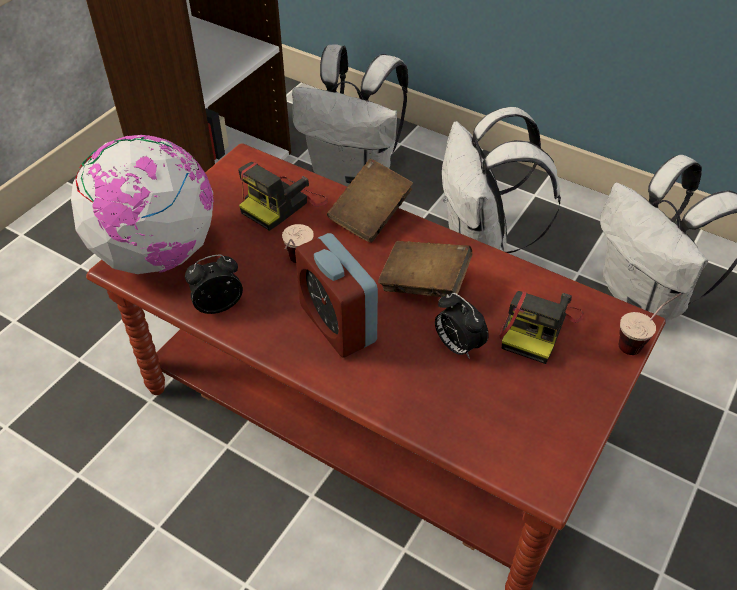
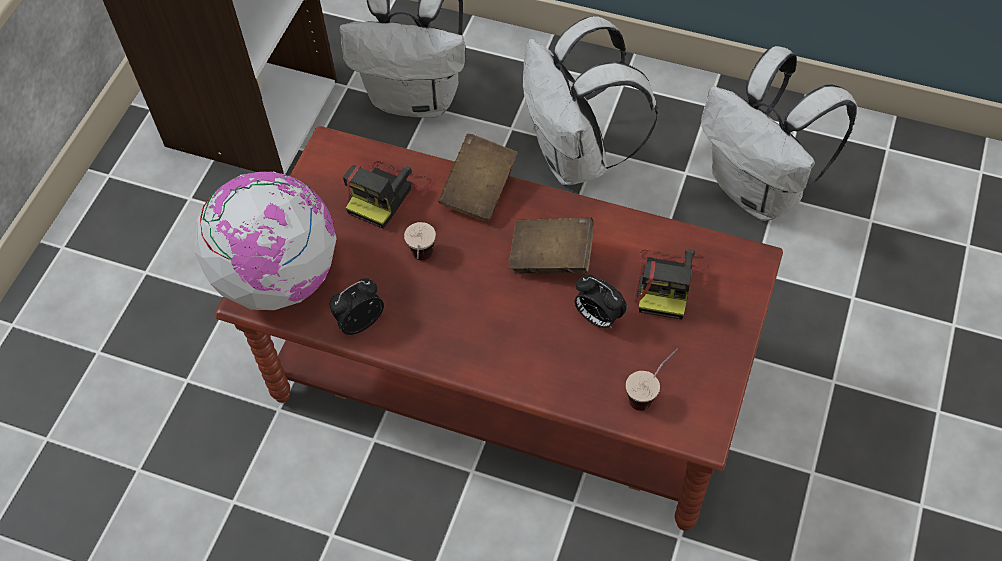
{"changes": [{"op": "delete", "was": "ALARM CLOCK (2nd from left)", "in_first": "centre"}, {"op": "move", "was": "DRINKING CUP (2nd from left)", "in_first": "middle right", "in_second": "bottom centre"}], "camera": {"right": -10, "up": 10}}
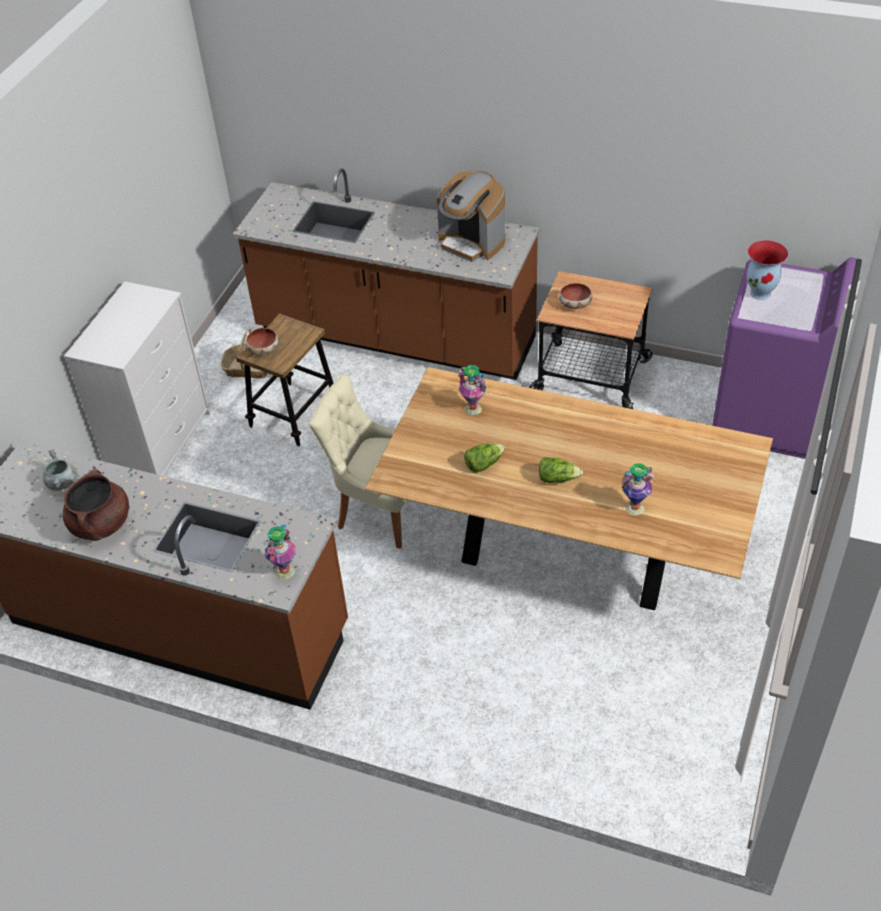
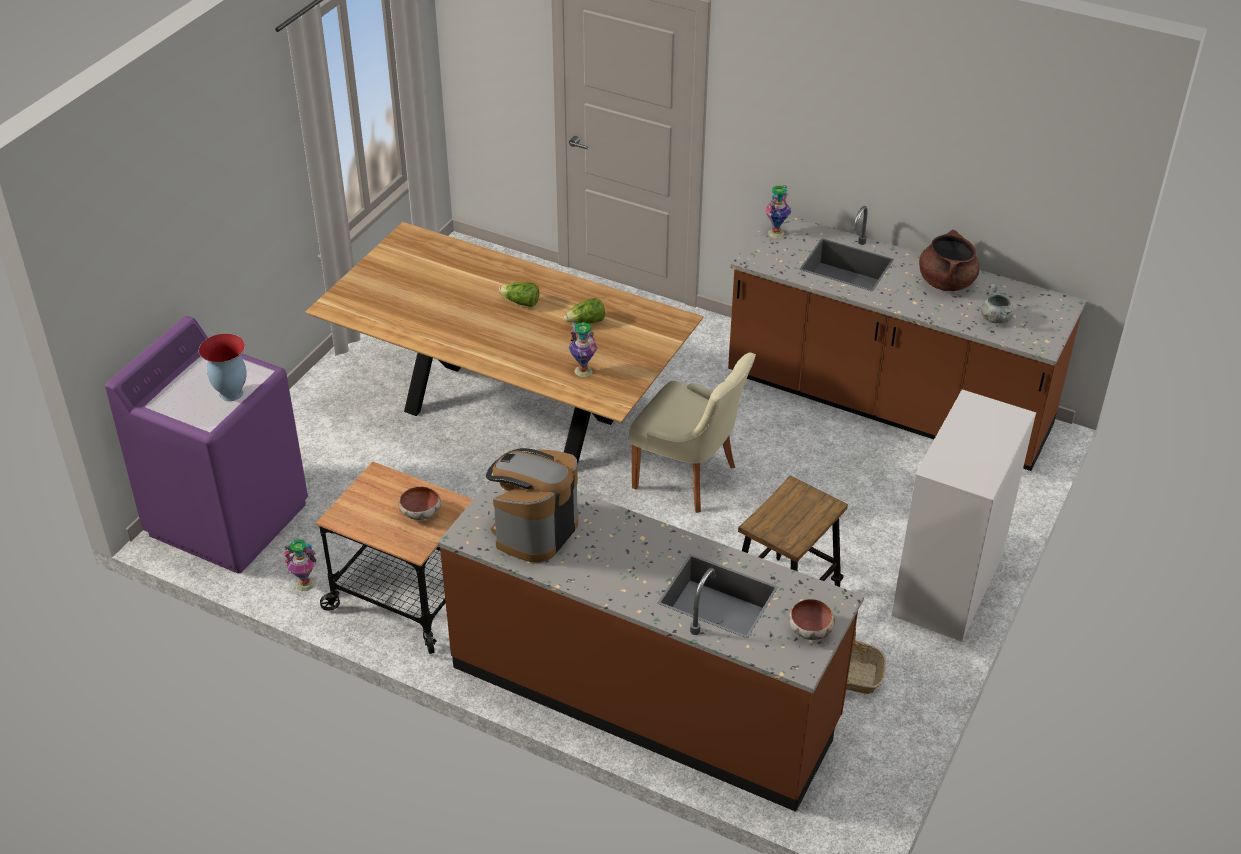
{"changes": [{"op": "move", "was": "SERVING BOWL (1st from left in the first image)", "now": "SERVING BOWL (2nd from left)", "in_first": "middle left", "in_second": "bottom centre"}, {"op": "rotate", "was": "COFFEE BREWER", "in_first": "top centre", "in_second": "centre", "clockwise": -105}, {"op": "move", "was": "DECORATIVE VASE (3rd from left in the first image)", "now": "DECORATIVE VASE (2nd from left)", "in_first": "middle right", "in_second": "middle left"}], "camera": {"right": -175, "up": -5}}
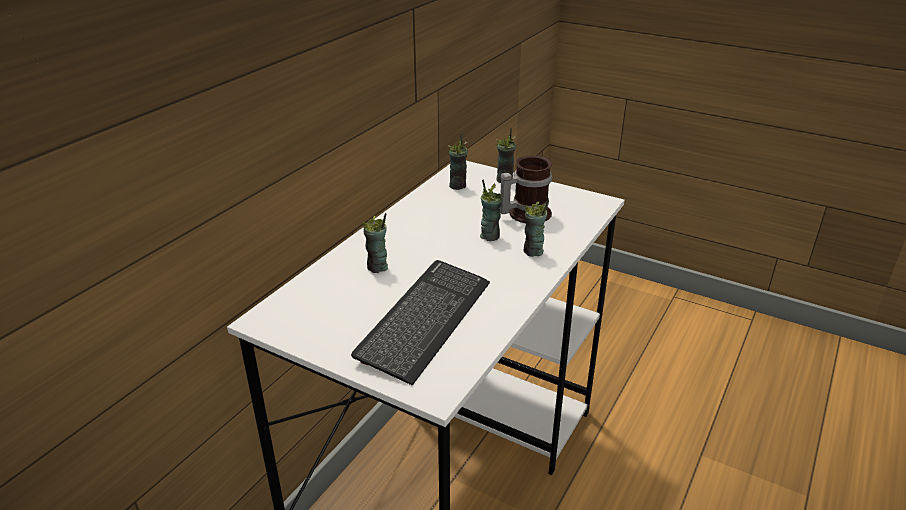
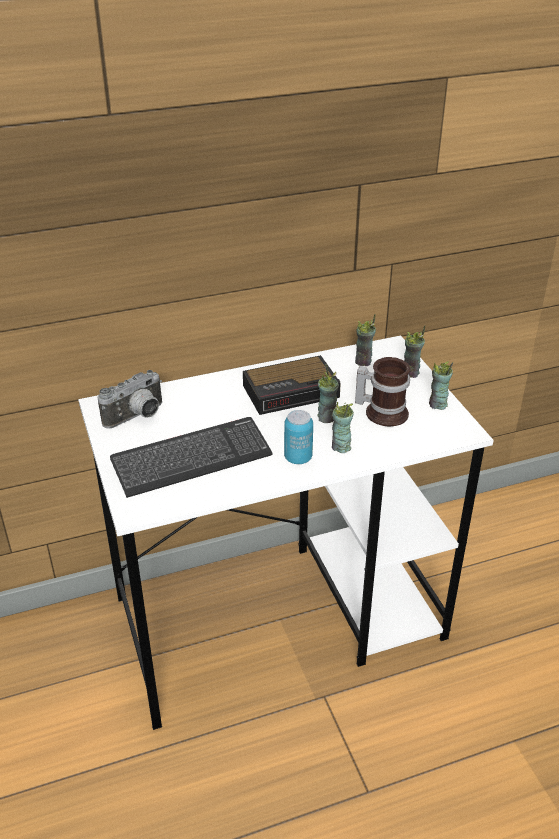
{"changes": [{"op": "move", "was": "DRINKING CUP (1st from left in the first image)", "now": "DRINKING CUP (5th from left)", "in_first": "centre", "in_second": "middle right"}, {"op": "insert", "now": "STILL CAMERA", "in_second": "middle left"}, {"op": "insert", "now": "ALARM CLOCK", "in_second": "centre"}, {"op": "insert", "now": "CAN", "in_second": "centre"}], "camera": {"right": 40, "up": 5}}
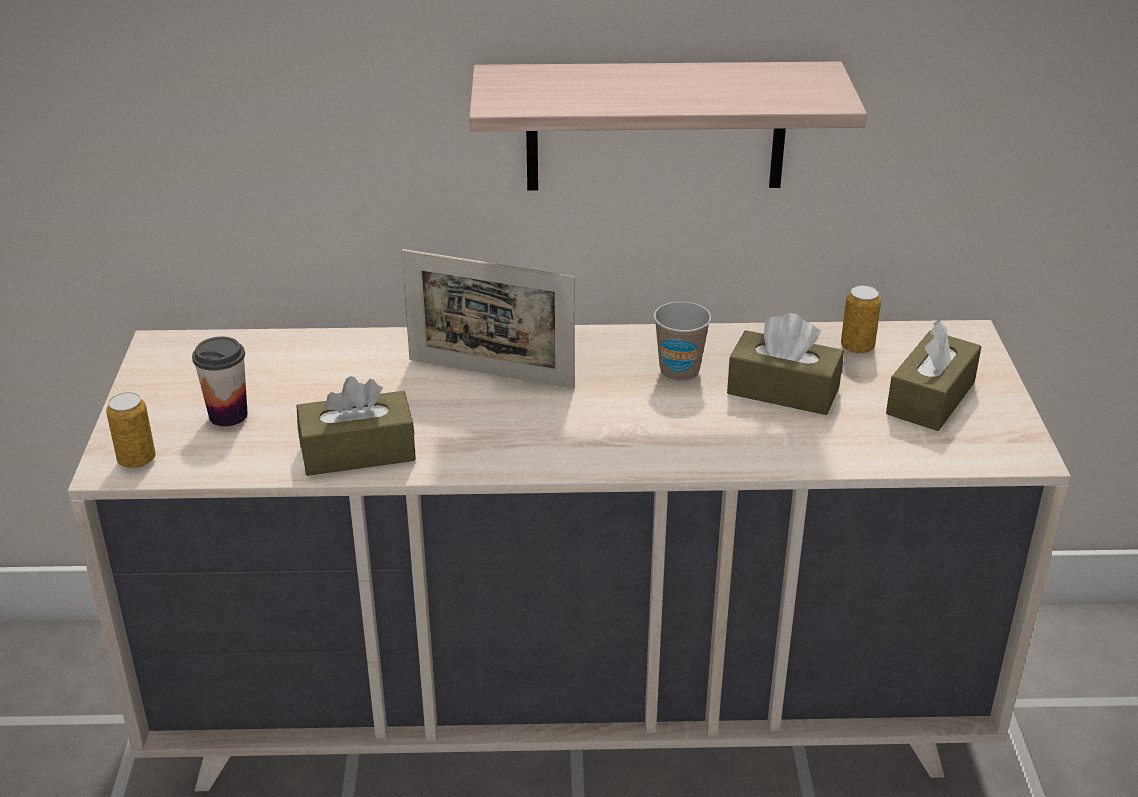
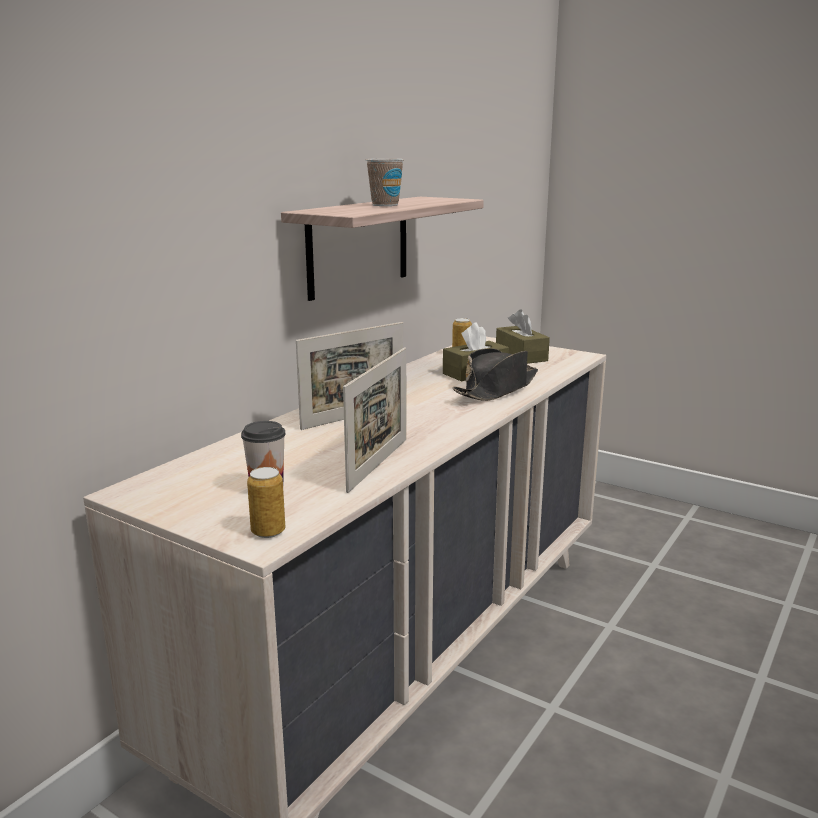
{"changes": [{"op": "replace", "was": "BROWN-COLOURED TISSUE HOLDER (1st from left)", "now": "PHOTO FRAME (2nd from left)", "in_first": "middle left", "in_second": "centre"}, {"op": "move", "was": "DRINKING CUP (2nd from left)", "in_first": "centre", "in_second": "top centre"}, {"op": "insert", "now": "BLACKISH WEARABLE HAT", "in_second": "centre"}], "camera": {"right": -55, "up": -15}}
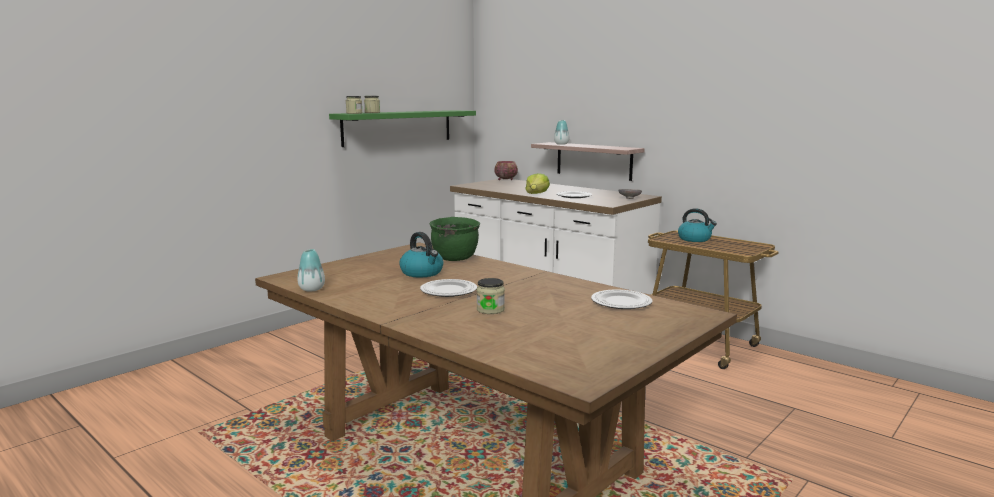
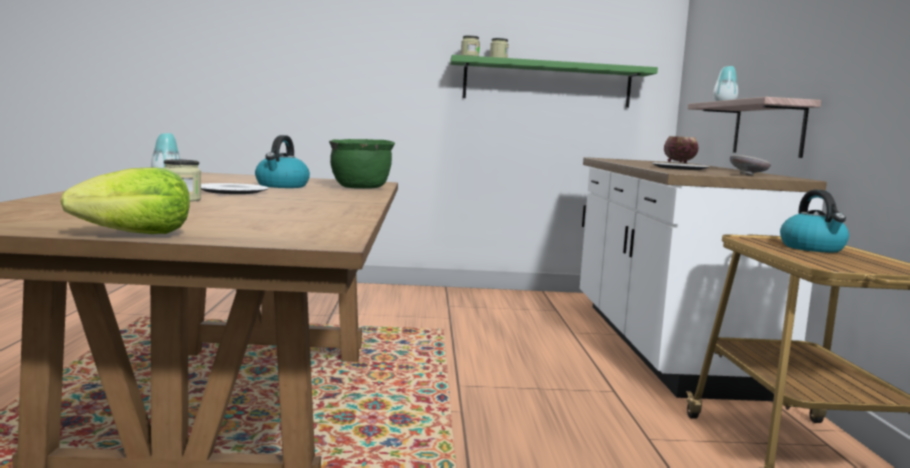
{"changes": [{"op": "move", "was": "LETTUCE", "in_first": "centre", "in_second": "middle left"}, {"op": "delete", "was": "DINNER PLATE (3rd from left)", "in_first": "centre"}], "camera": {"right": 45, "up": -5}}
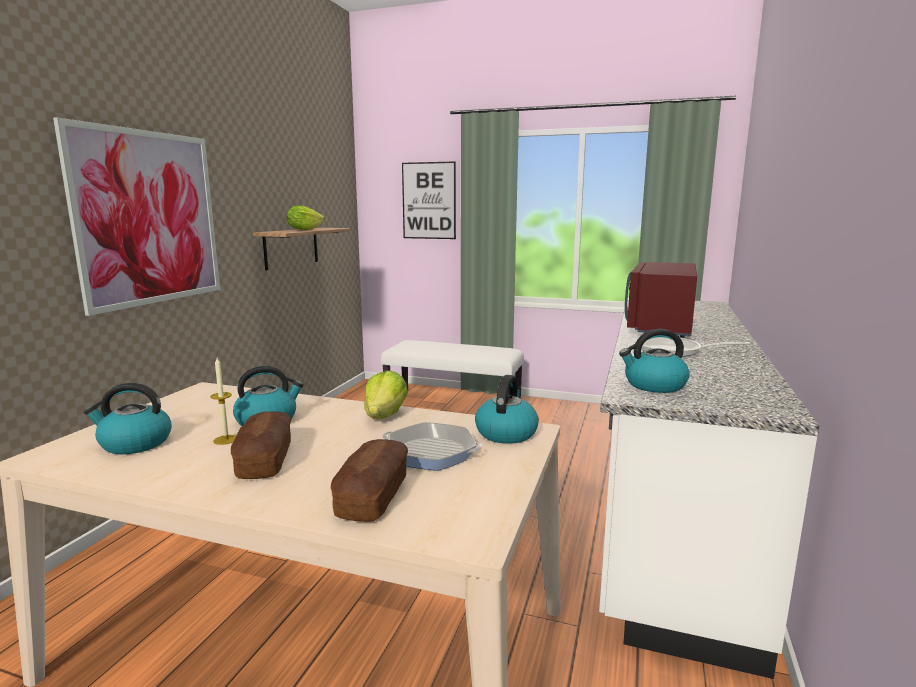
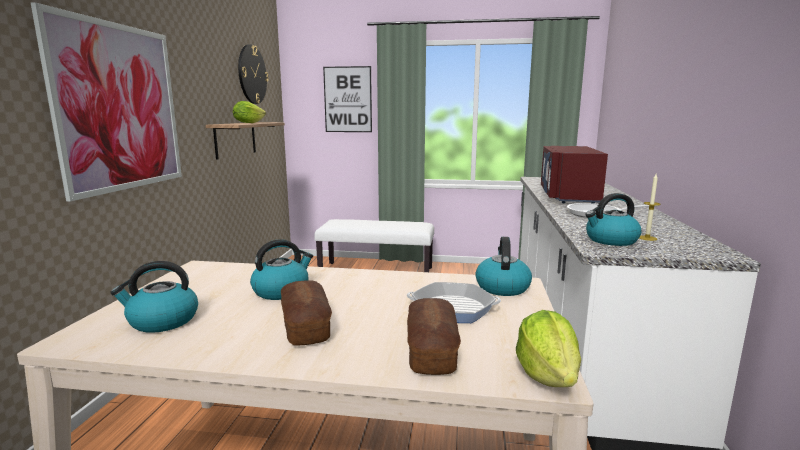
{"changes": [{"op": "move", "was": "CANDLE", "in_first": "middle left", "in_second": "middle right"}, {"op": "move", "was": "LETTUCE (2nd from left)", "in_first": "centre", "in_second": "bottom right"}, {"op": "insert", "now": "HANGING CLOCK", "in_second": "top left"}], "camera": {"right": -10, "up": 0}}
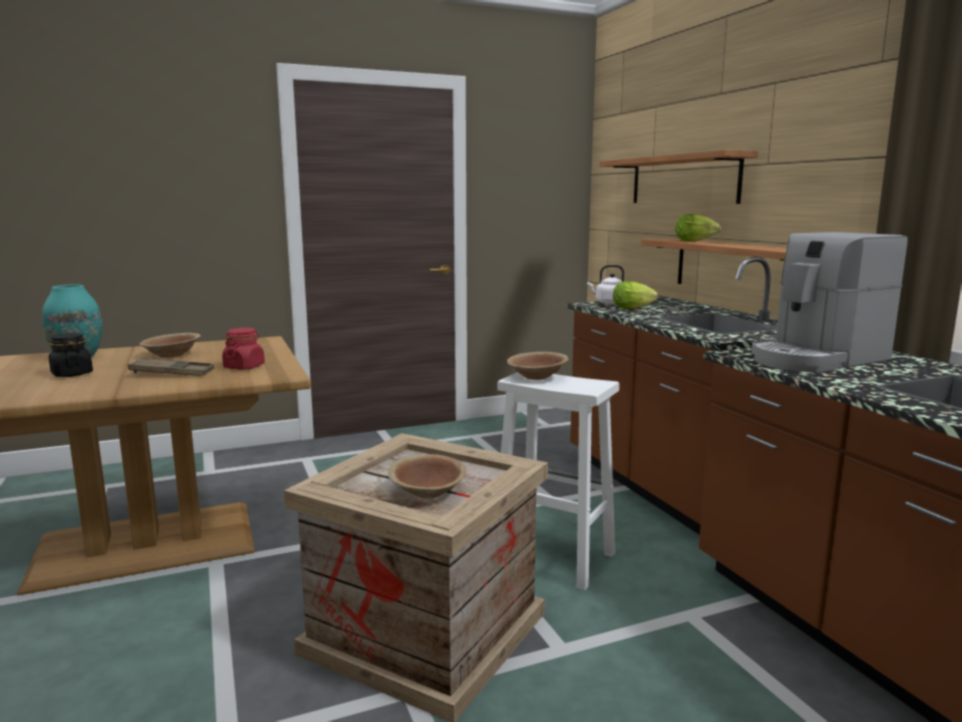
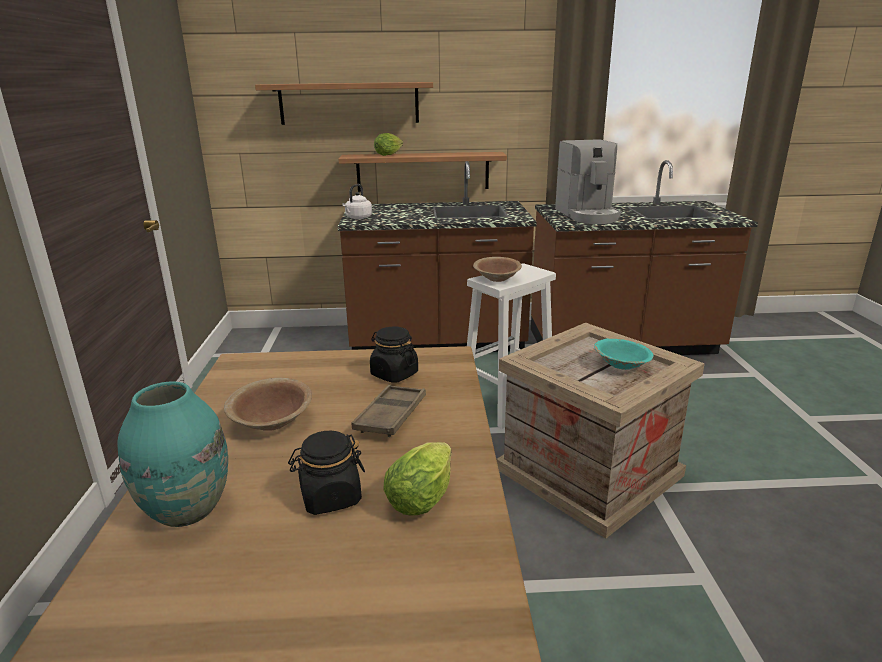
{"changes": [{"op": "recolor", "was": "RED JAR", "now": "BLACKISH JAR (2nd from left)", "in_first": "middle left", "in_second": "centre"}, {"op": "recolor", "was": "BROWN-COLOURED SERVING BOWL (2nd from left)", "now": "BLUE-GREEN SERVING BOWL", "in_first": "centre", "in_second": "middle right"}, {"op": "move", "was": "LETTUCE (1st from left in the first image)", "now": "LETTUCE (2nd from left)", "in_first": "centre", "in_second": "bottom centre"}], "camera": {"right": -70, "up": 10}}
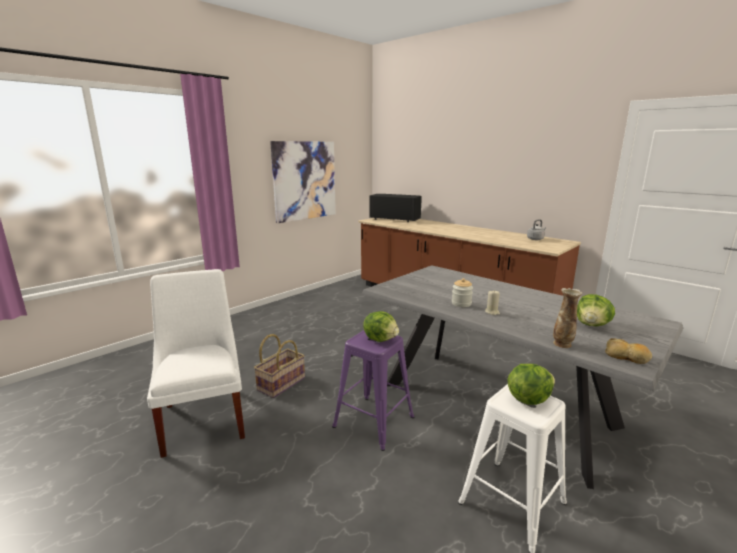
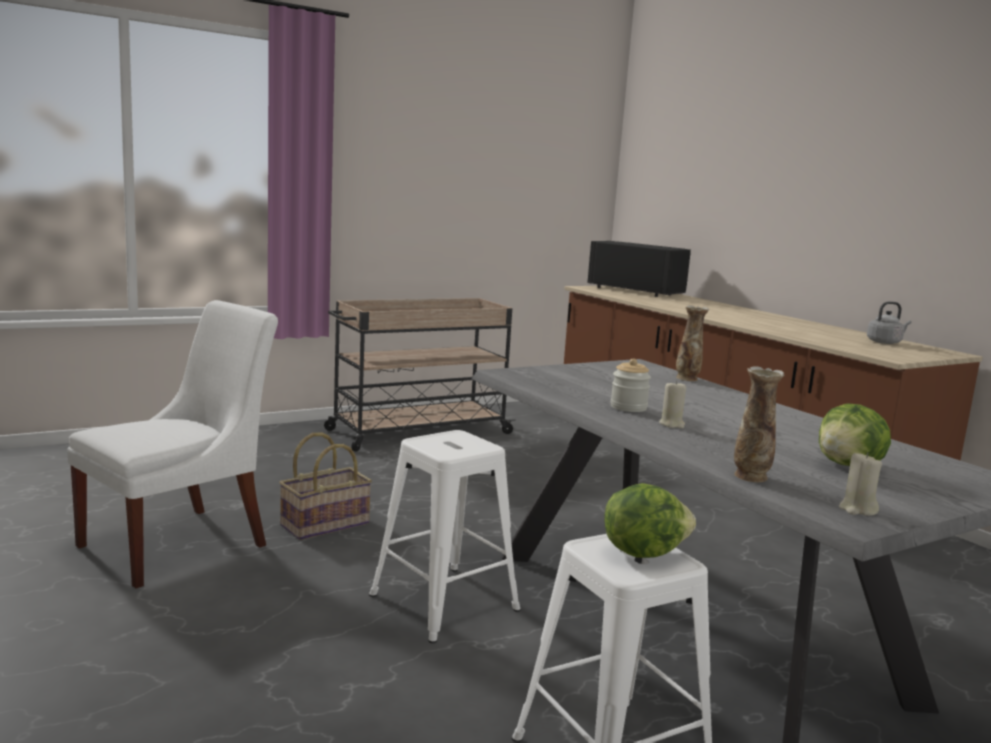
{"changes": [{"op": "rotate", "was": "WHITE CHAIR", "in_first": "middle left", "in_second": "middle left", "clockwise": 45}, {"op": "delete", "was": "WALL ART", "in_first": "top centre"}, {"op": "recolor", "was": "PURPLISH STOOL SEAT", "now": "WHITE STOOL SEAT (1st from left)", "in_first": "bottom centre", "in_second": "bottom centre"}, {"op": "delete", "was": "LETTUCE (1st from left)", "in_first": "centre"}, {"op": "replace", "was": "BAKED BREAD", "now": "BEIGE CANDLE (2nd from left)", "in_first": "middle right", "in_second": "middle right"}, {"op": "insert", "now": "BEIGE CART", "in_second": "centre"}, {"op": "insert", "now": "DECORATIVE VASE (1st from left)", "in_second": "middle right"}], "camera": {"right": 15, "up": -5}}
